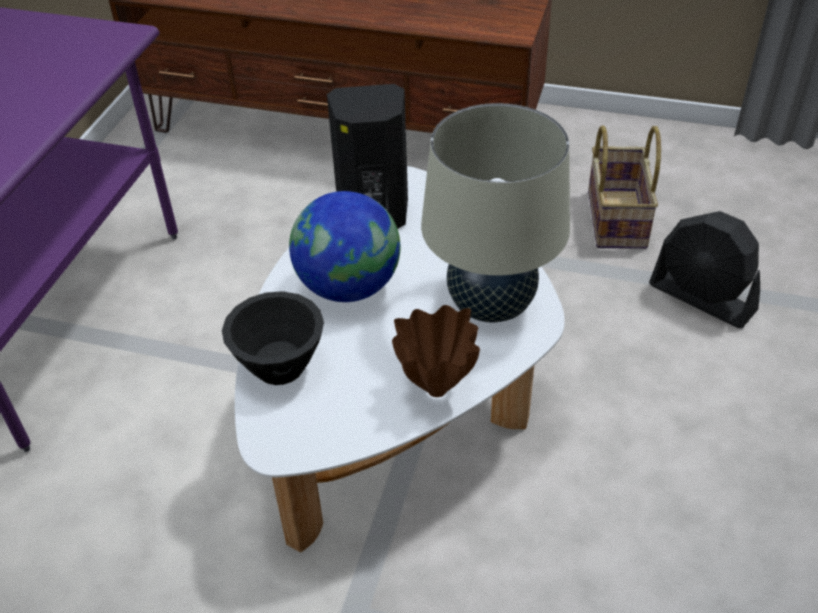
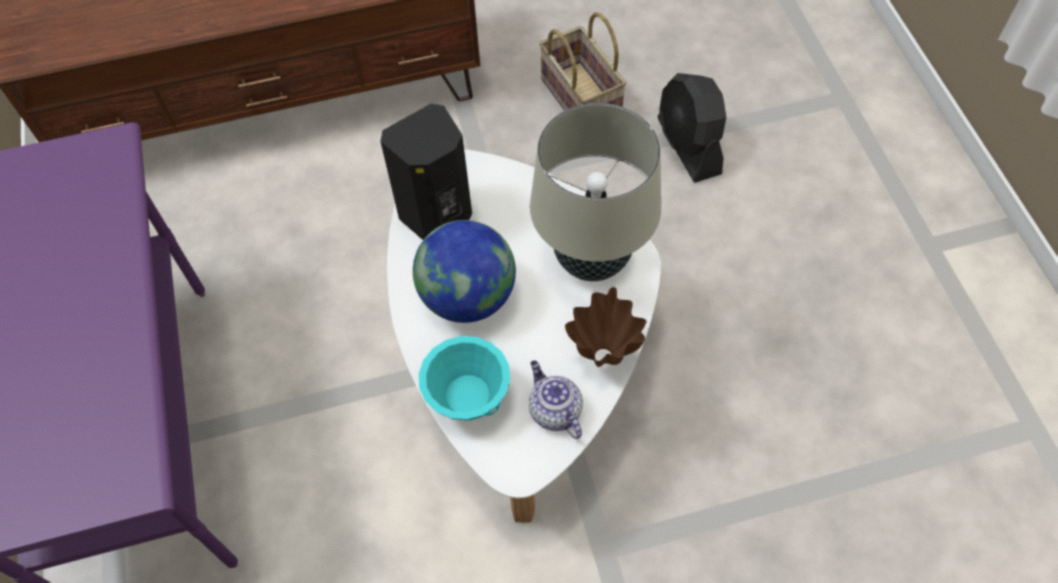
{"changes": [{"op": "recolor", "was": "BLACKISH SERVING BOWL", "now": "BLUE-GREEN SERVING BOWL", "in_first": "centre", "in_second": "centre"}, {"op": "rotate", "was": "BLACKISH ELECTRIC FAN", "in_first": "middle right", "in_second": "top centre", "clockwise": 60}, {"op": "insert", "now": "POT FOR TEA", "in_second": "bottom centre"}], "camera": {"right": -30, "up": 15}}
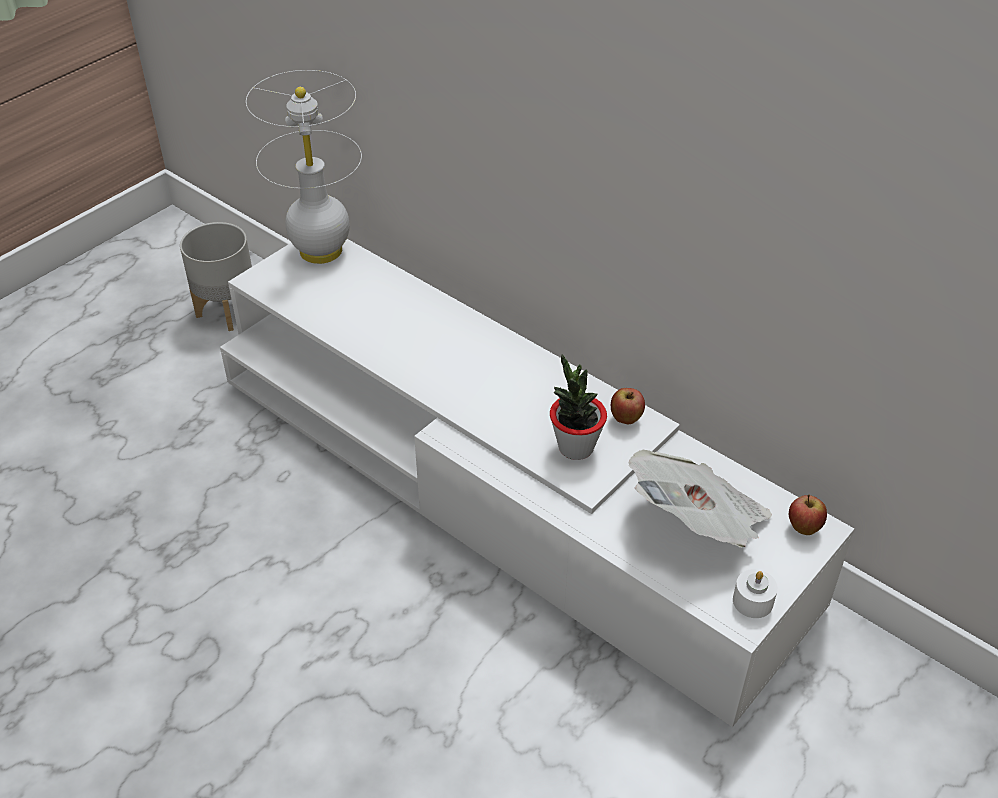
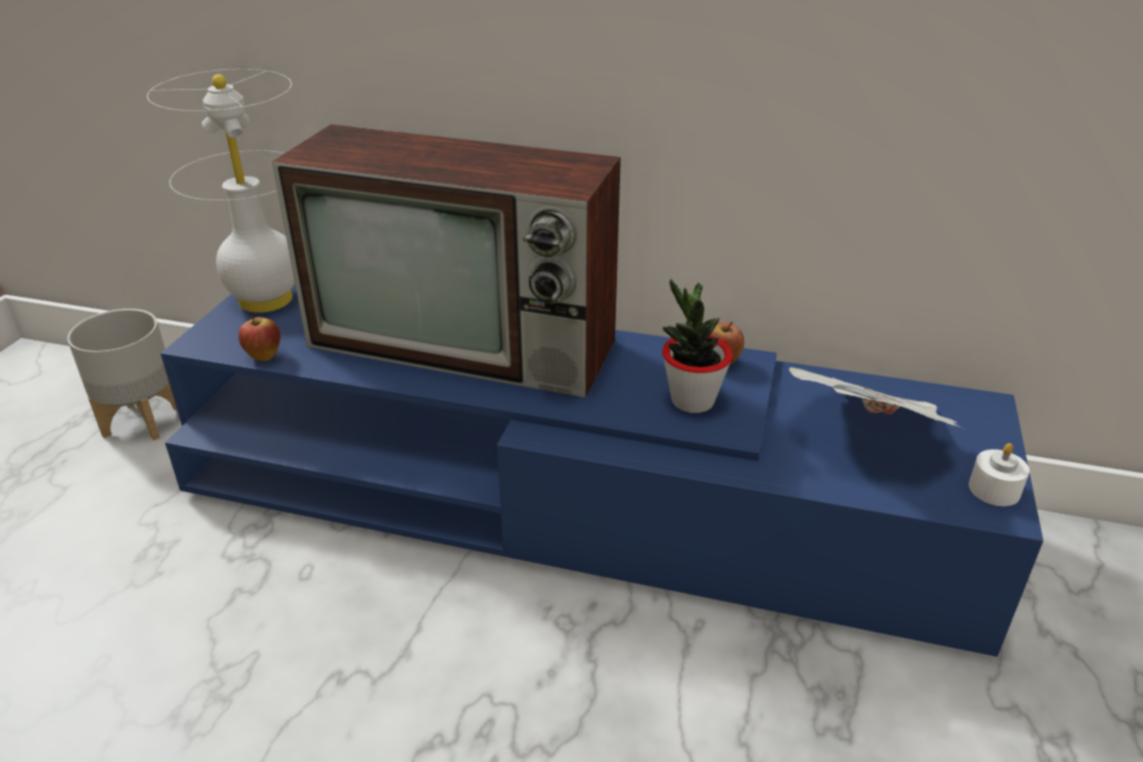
{"changes": [{"op": "recolor", "was": "WHITE TV UNIT", "now": "BLUISH TV UNIT", "in_first": "centre", "in_second": "centre"}, {"op": "move", "was": "APPLE (2nd from left in the first image)", "now": "APPLE (1st from left)", "in_first": "middle right", "in_second": "middle left"}, {"op": "insert", "now": "TELEVISION", "in_second": "centre"}], "camera": {"right": -25, "up": -10}}
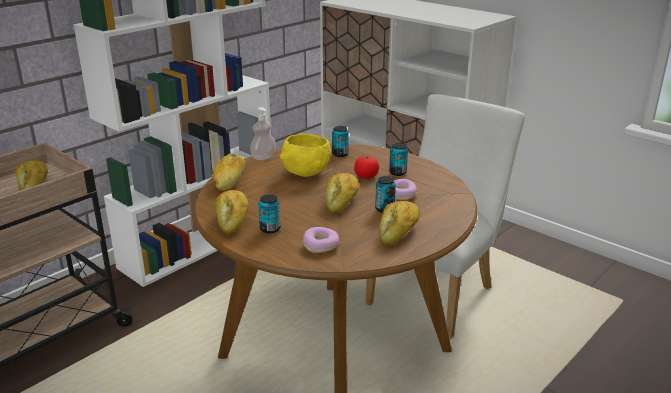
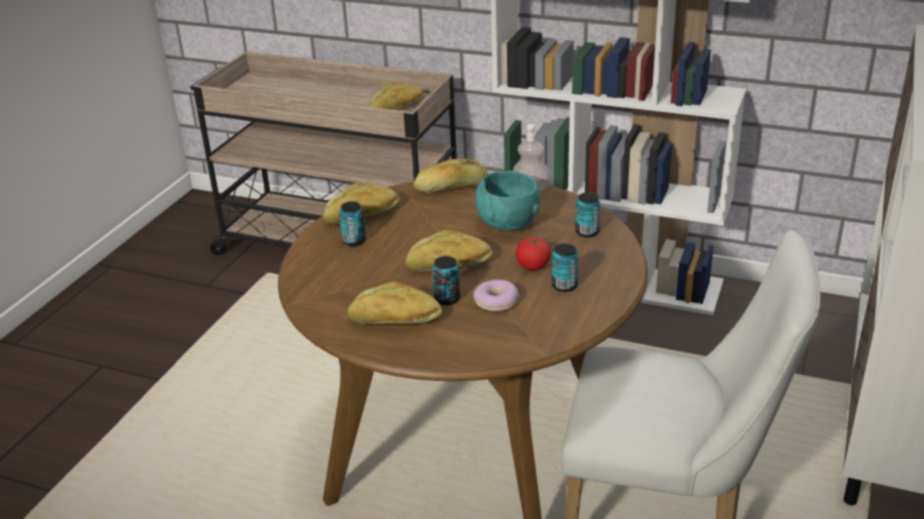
{"changes": [{"op": "recolor", "was": "YELLOW SERVING BOWL", "now": "BLUE-GREEN SERVING BOWL", "in_first": "centre", "in_second": "centre"}, {"op": "delete", "was": "DOUGHNUT (1st from left)", "in_first": "centre"}], "camera": {"right": 70, "up": 5}}
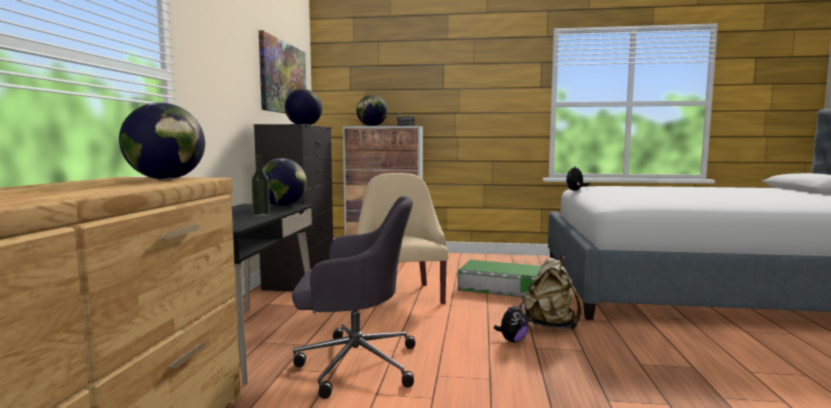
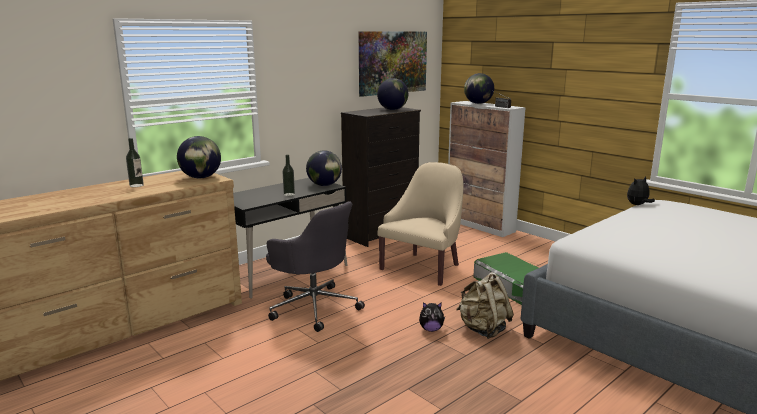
{"changes": [{"op": "insert", "now": "DRINK BOTTLE (1st from left)", "in_second": "middle left"}], "camera": {"right": 40, "up": 10}}
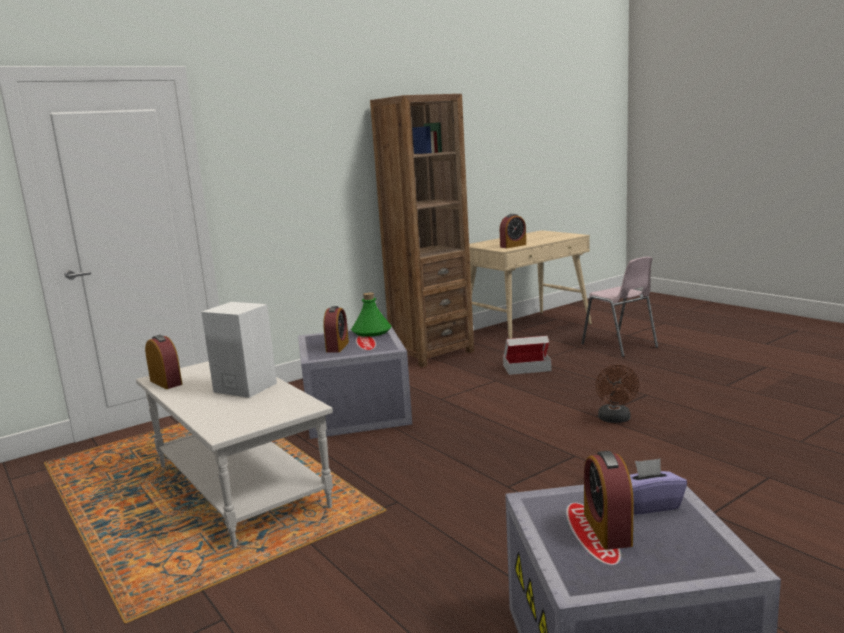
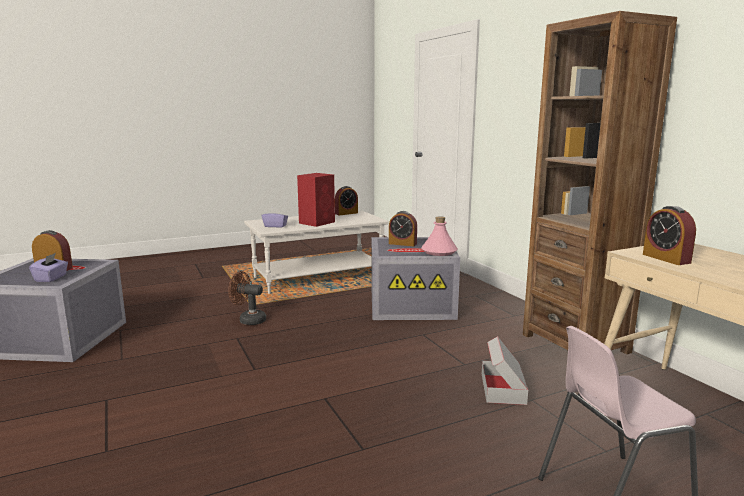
{"changes": [{"op": "recolor", "was": "WHITE AUDIO SPEAKER", "now": "RED AUDIO SPEAKER", "in_first": "middle left", "in_second": "centre"}, {"op": "recolor", "was": "GREENISH DRINK BOTTLE", "now": "PINK-COLOURED DRINK BOTTLE", "in_first": "centre", "in_second": "centre"}, {"op": "move", "was": "BROWN-COLOURED ELECTRIC FAN", "in_first": "middle right", "in_second": "middle left"}, {"op": "insert", "now": "PURPLISH TISSUE HOLDER (2nd from left)", "in_second": "centre"}], "camera": {"right": 100, "up": 0}}
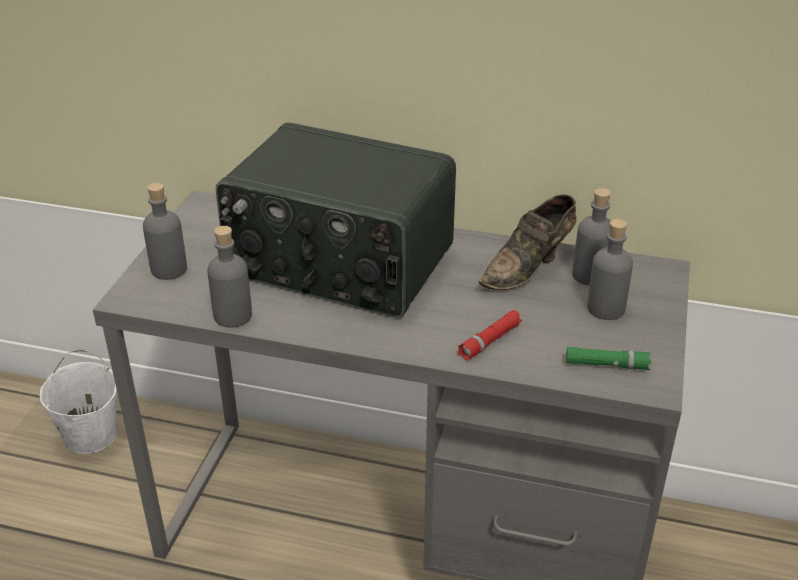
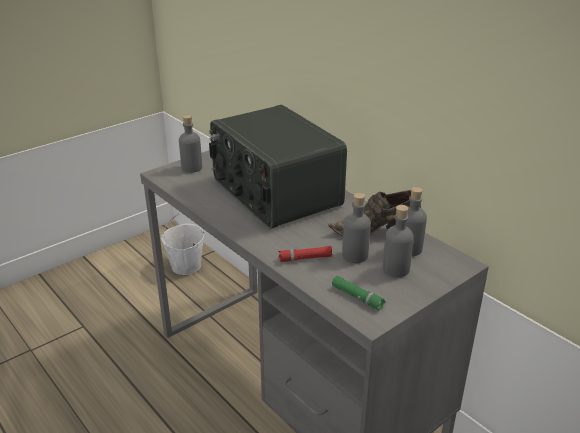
{"changes": [{"op": "move", "was": "GREYISH DRINK BOTTLE (2nd from left)", "in_first": "middle left", "in_second": "centre"}], "camera": {"right": 35, "up": -5}}
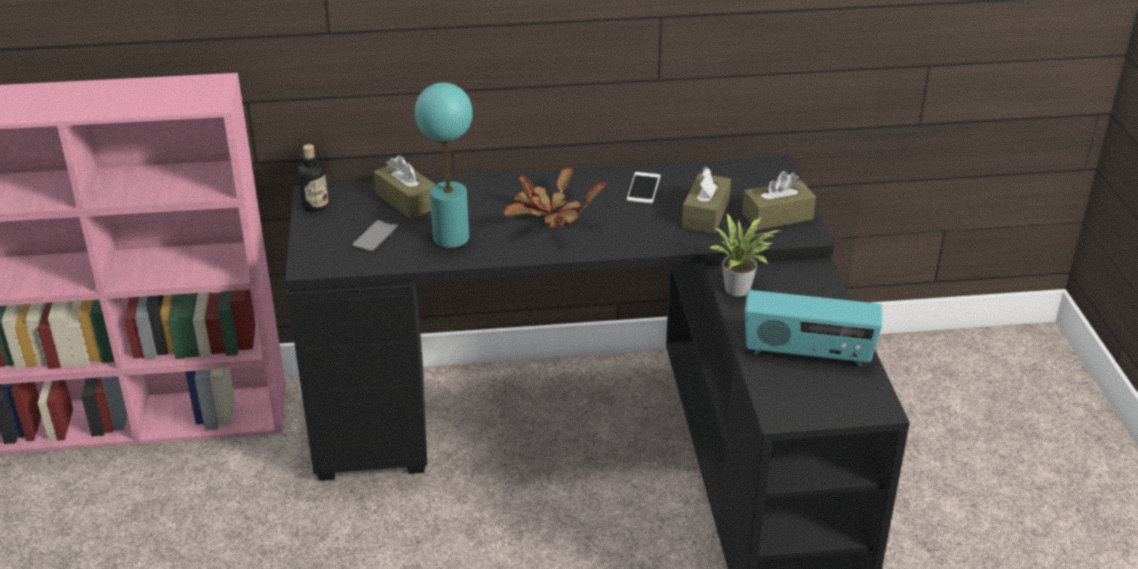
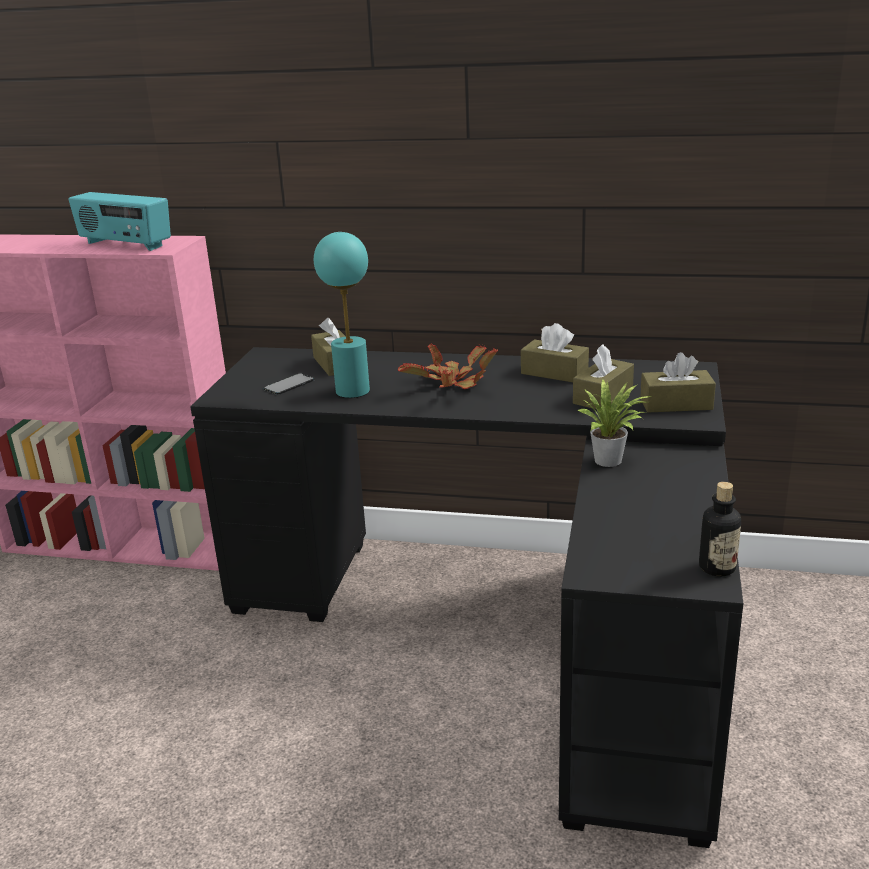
{"changes": [{"op": "move", "was": "DRINK BOTTLE", "in_first": "top left", "in_second": "middle right"}, {"op": "replace", "was": "HANDSET (2nd from left)", "now": "BROWN-COLOURED TISSUE HOLDER (2nd from left)", "in_first": "top centre", "in_second": "centre"}, {"op": "move", "was": "RADIO RECEIVER", "in_first": "middle right", "in_second": "top left"}], "camera": {"right": 20, "up": -10}}
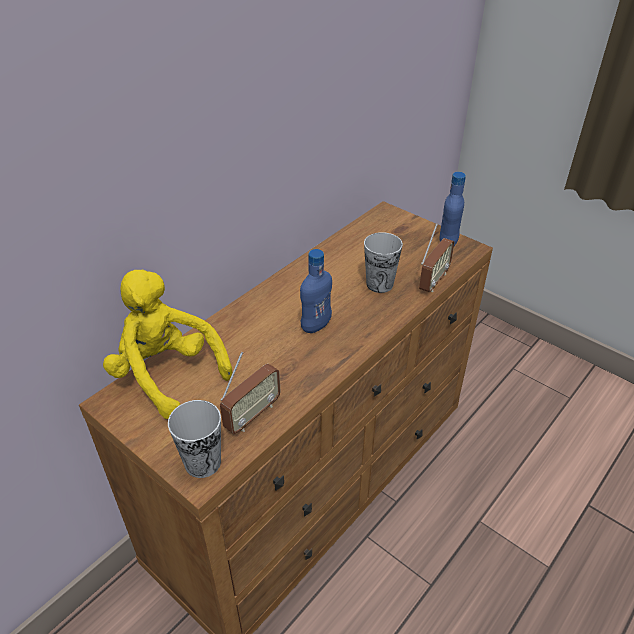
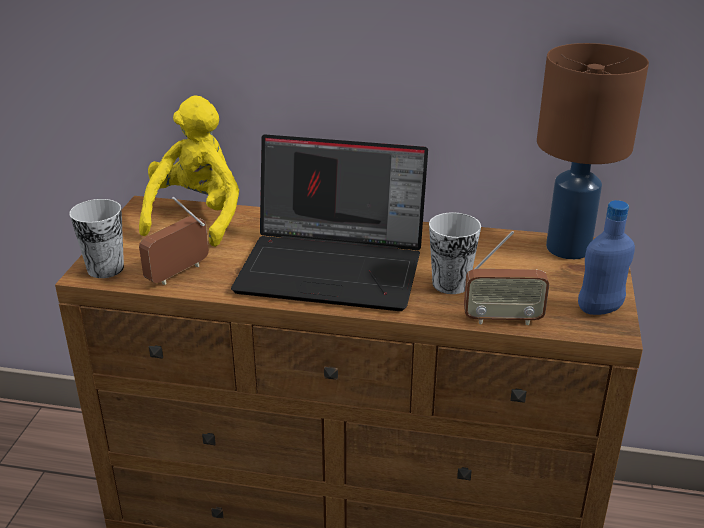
{"changes": [{"op": "rotate", "was": "RADIO RECEIVER (1st from left)", "in_first": "centre", "in_second": "middle left", "clockwise": 120}, {"op": "replace", "was": "BLUISH DRINK BOTTLE (1st from left)", "now": "NOTEBOOK COMPUTER", "in_first": "centre", "in_second": "centre"}, {"op": "insert", "now": "BROWN-COLOURED TABLE LAMP", "in_second": "top right"}], "camera": {"right": 60, "up": -10}}
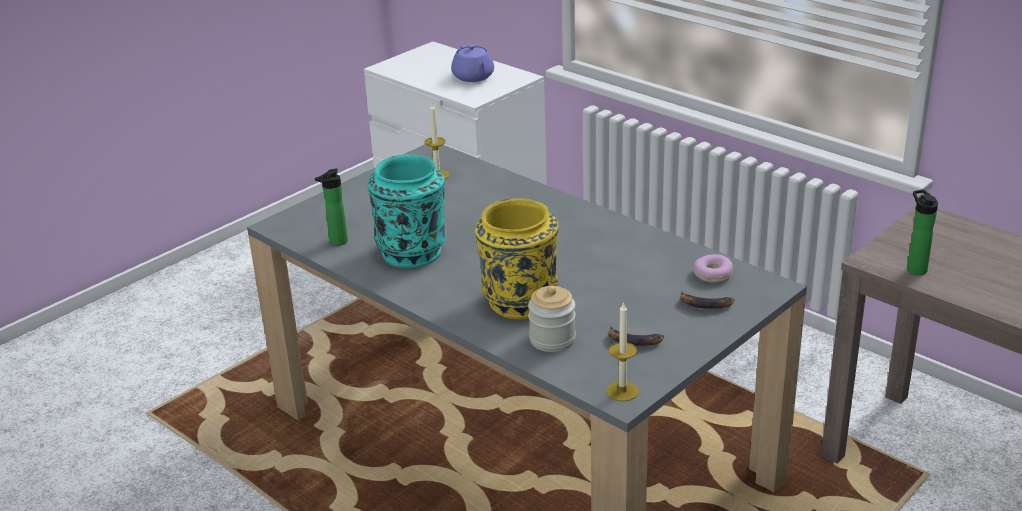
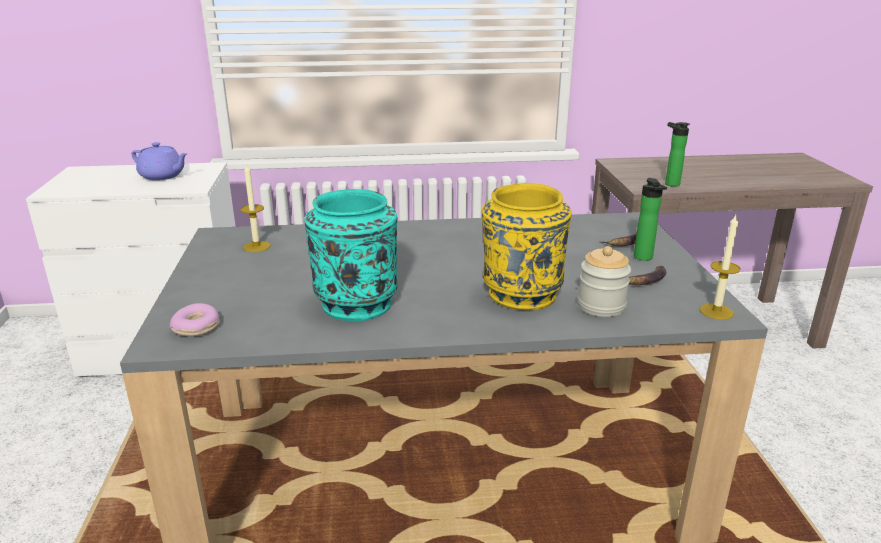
{"changes": [{"op": "move", "was": "DRINK BOTTLE (1st from left)", "in_first": "middle left", "in_second": "middle right"}, {"op": "move", "was": "DOUGHNUT", "in_first": "middle right", "in_second": "middle left"}], "camera": {"right": -50, "up": -5}}
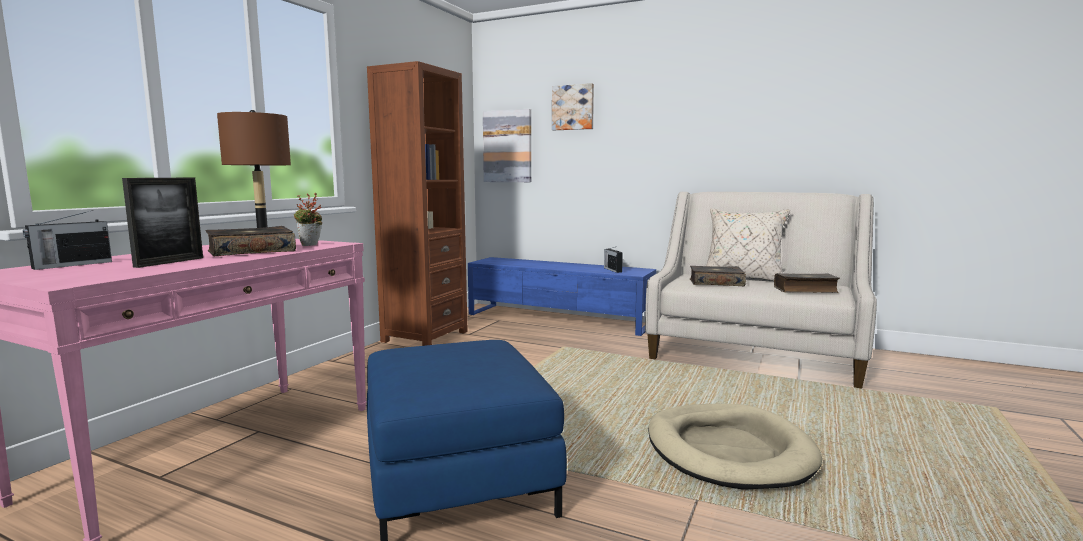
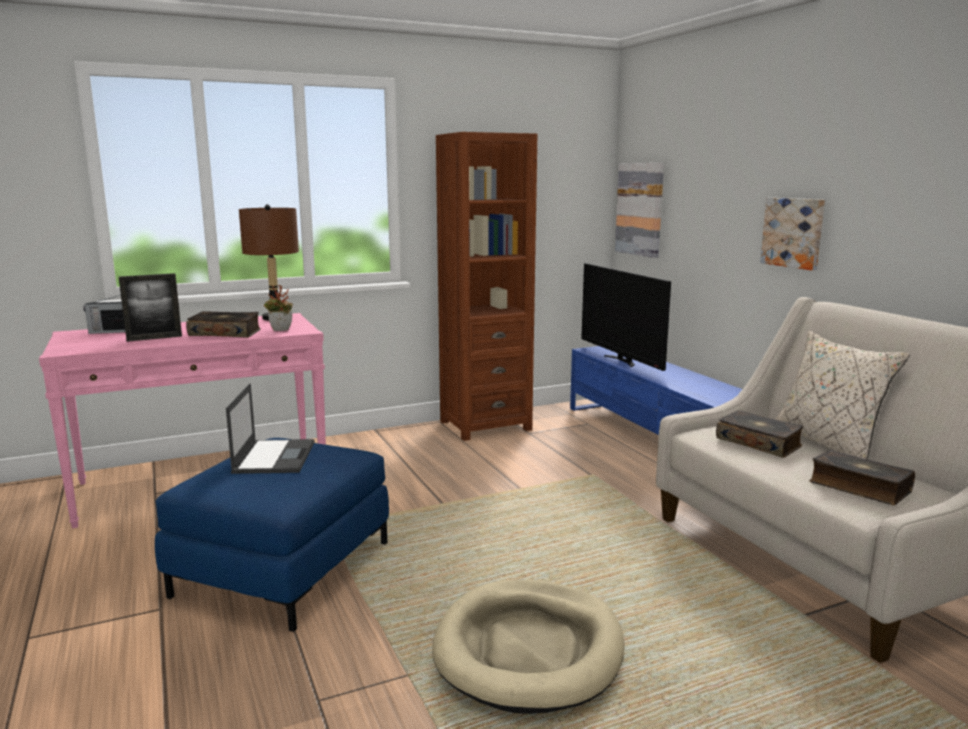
{"changes": [{"op": "move", "was": "WALL ART (2nd from left)", "in_first": "top centre", "in_second": "top right"}, {"op": "delete", "was": "RADIO RECEIVER (2nd from left)", "in_first": "centre"}, {"op": "insert", "now": "NOTEBOOK COMPUTER", "in_second": "middle left"}, {"op": "insert", "now": "TELEVISION", "in_second": "centre"}], "camera": {"right": 40, "up": 5}}
